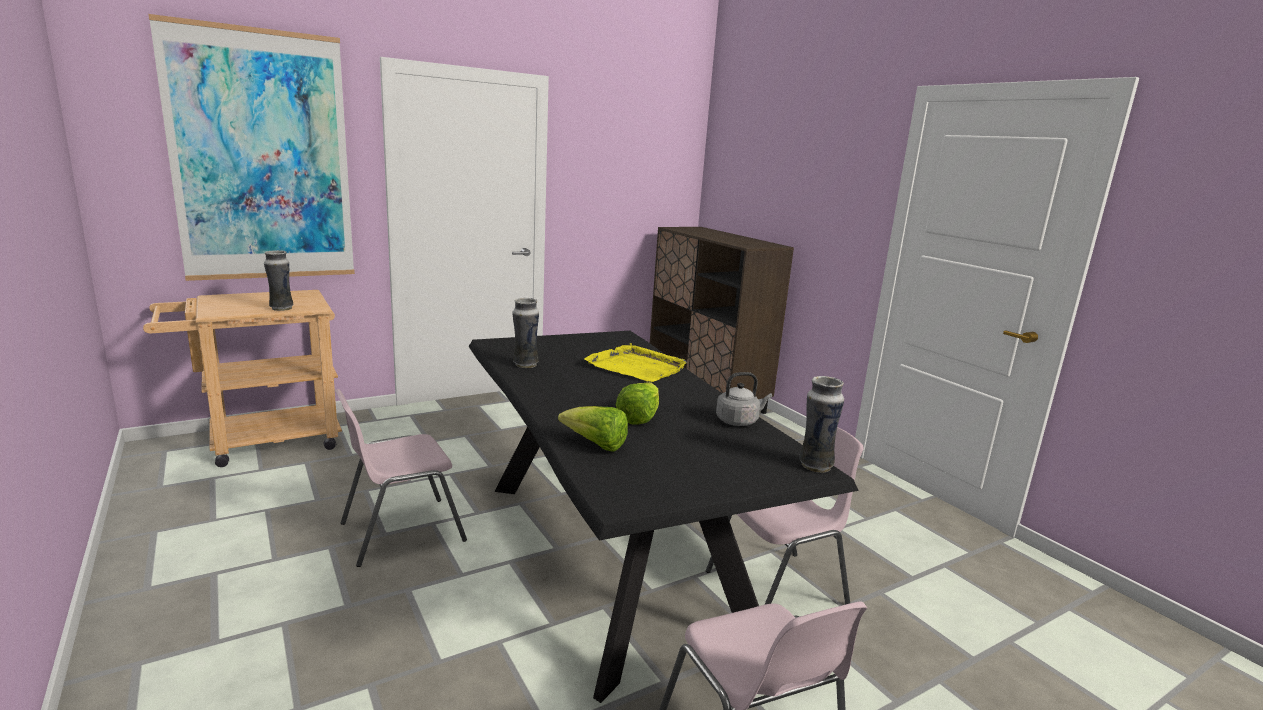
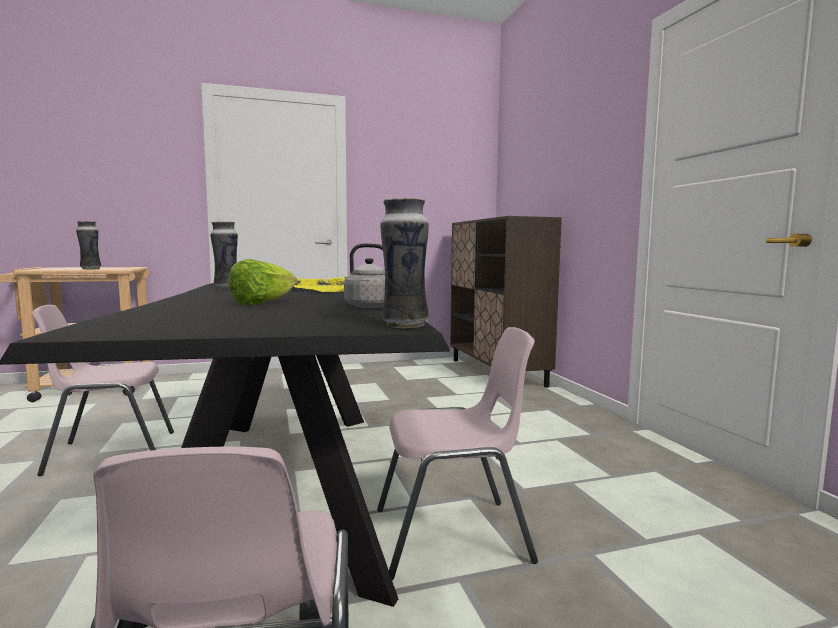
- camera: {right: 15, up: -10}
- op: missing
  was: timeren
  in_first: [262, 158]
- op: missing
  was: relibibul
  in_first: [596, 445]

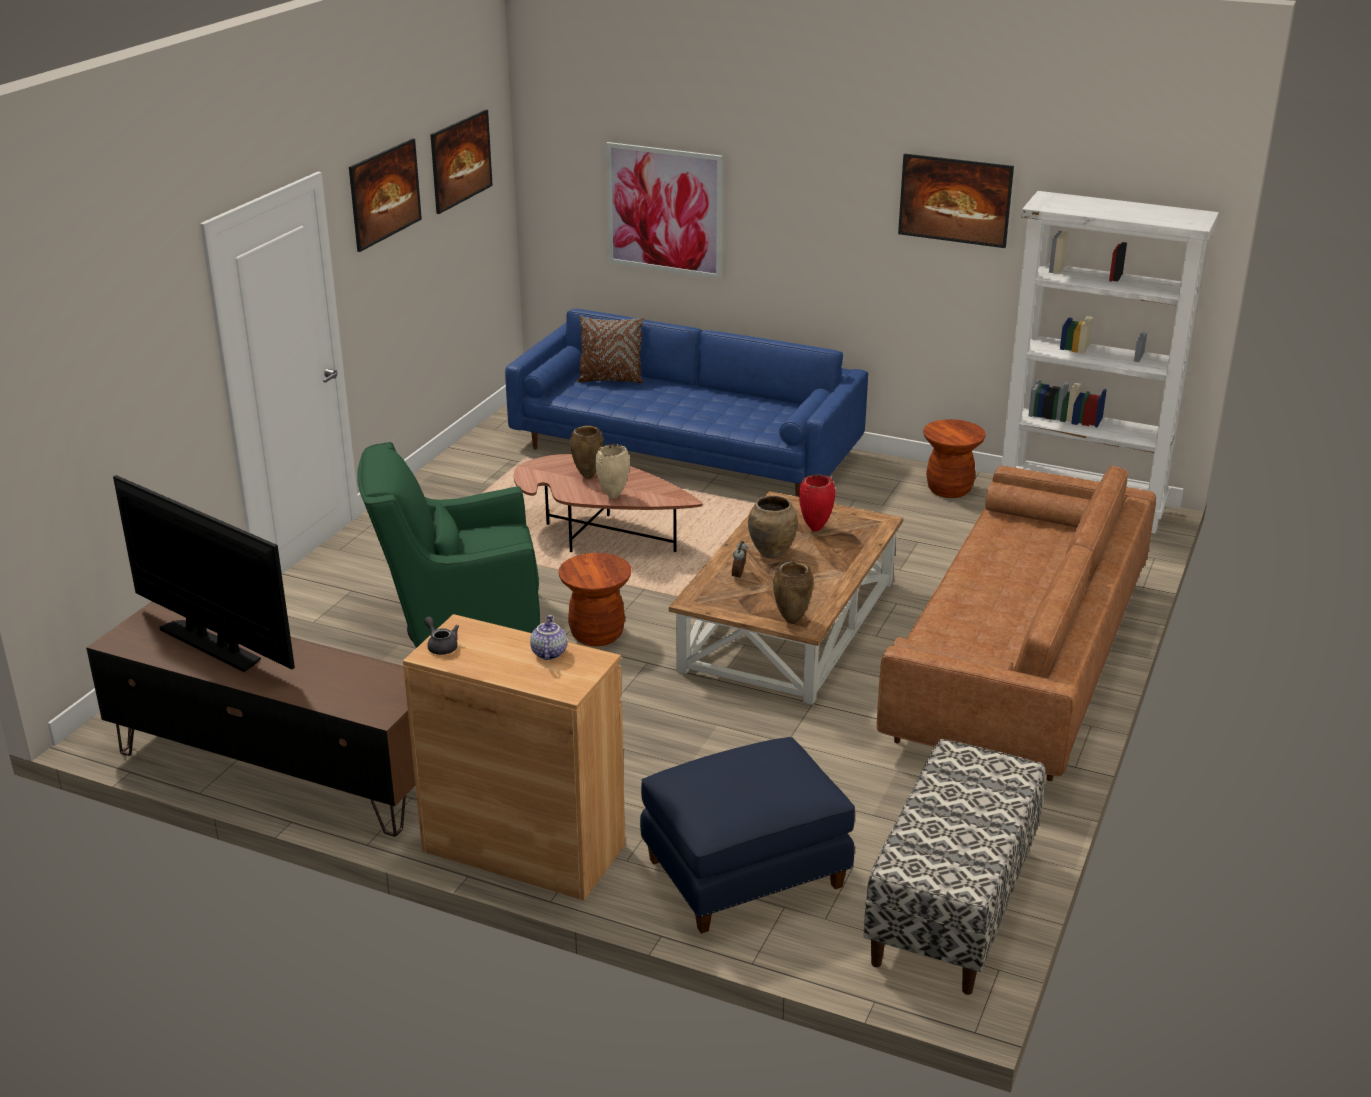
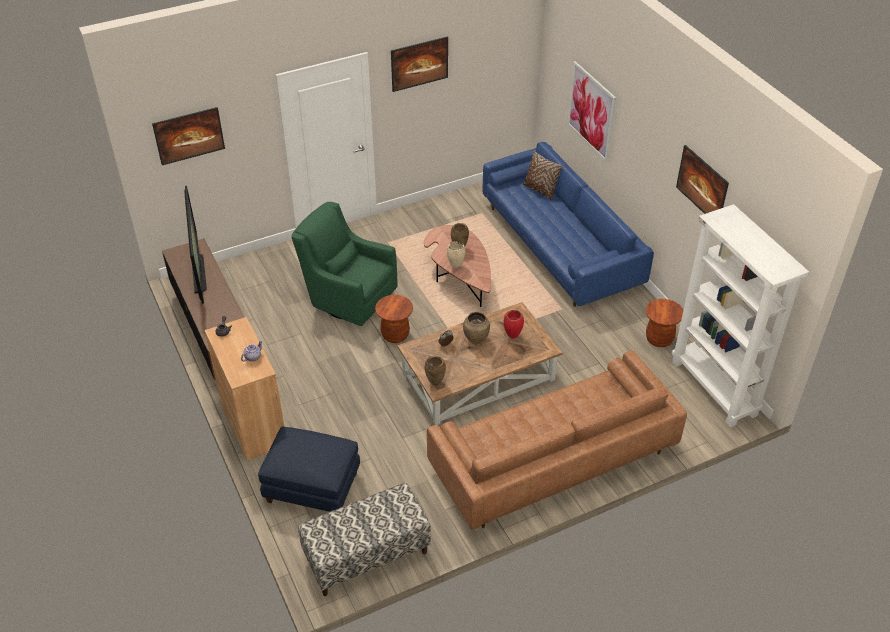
- camera: {right: 40, up: 15}
- op: relocated
  was: timeren
  in_first: [462, 180]
  in_second: [191, 146]

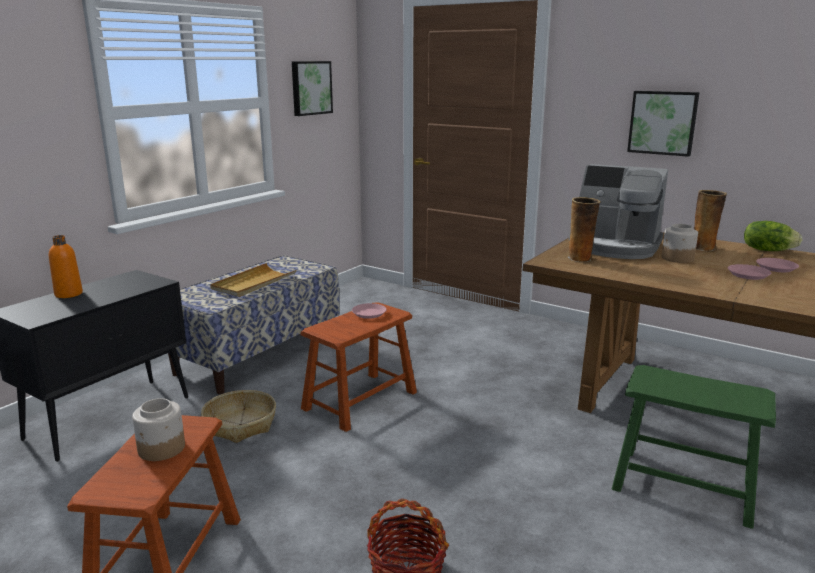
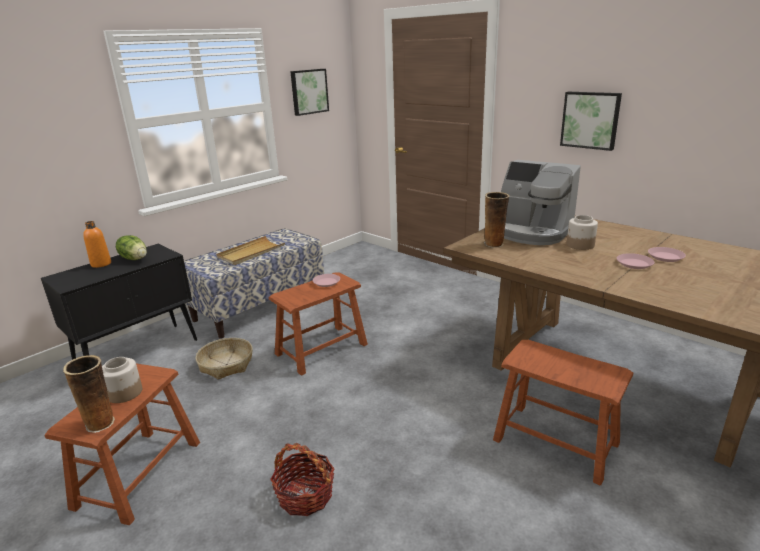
- camera: {right: 10, up: 5}
- op: relocated
  was: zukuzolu
  in_first: [704, 248]
  in_second: [101, 423]
- op: relocated
  was: relibibul
  in_first: [767, 250]
  in_second: [135, 258]
- op: colour
  was: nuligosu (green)
  now: nuligosu (brown)
  in_first: [683, 486]
  in_second: [555, 441]

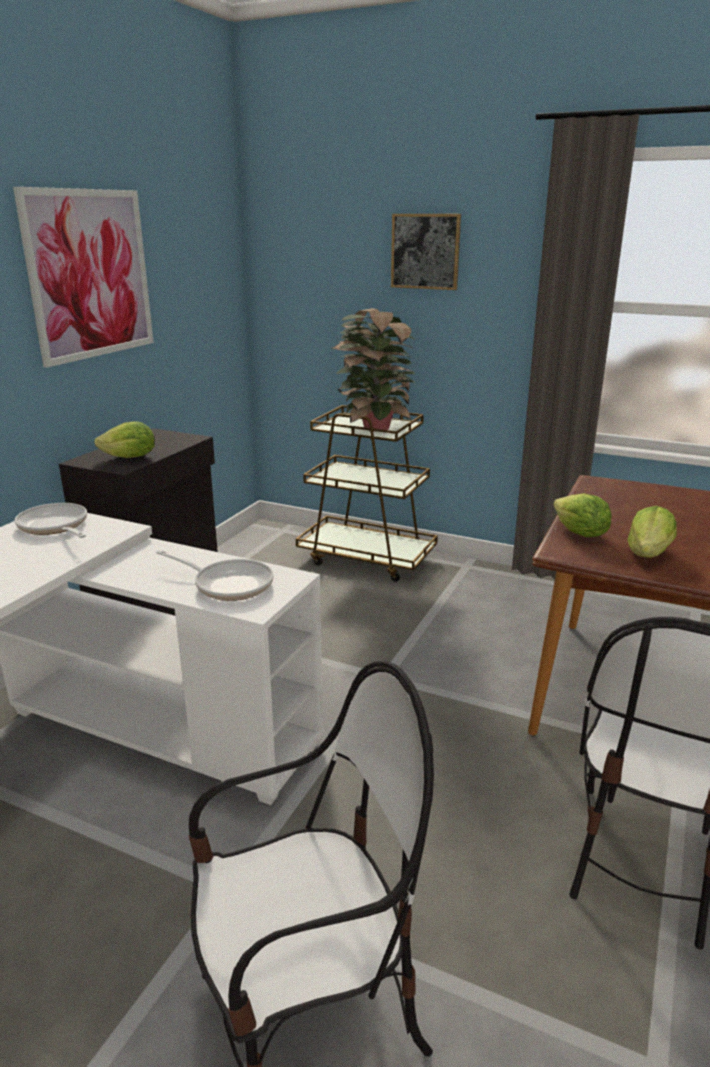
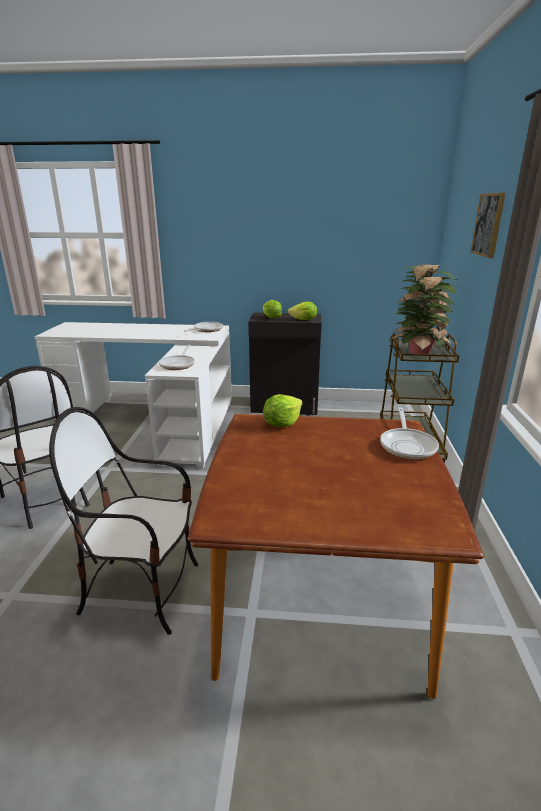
- camera: {right: 70, up: 0}
- op: missing
  was: timeren
  in_first: [90, 274]
- op: relocated
  was: relibibul
  in_first: [648, 553]
  in_second: [304, 320]
- op: appeared
  now: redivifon
  in_second: [407, 445]

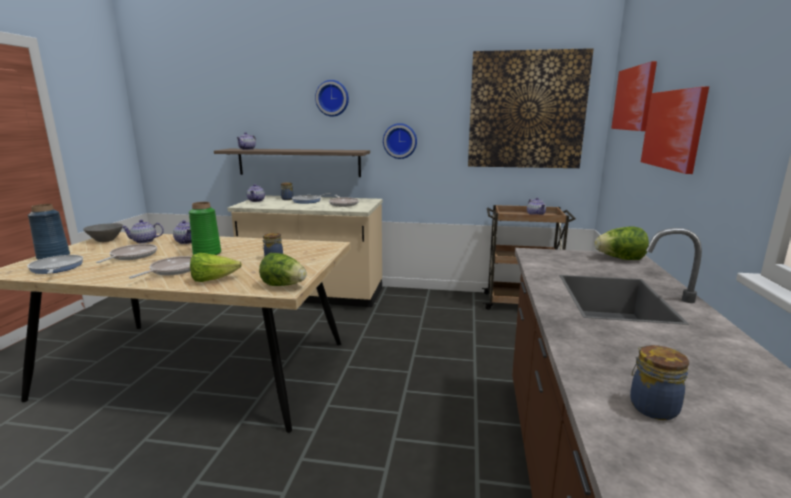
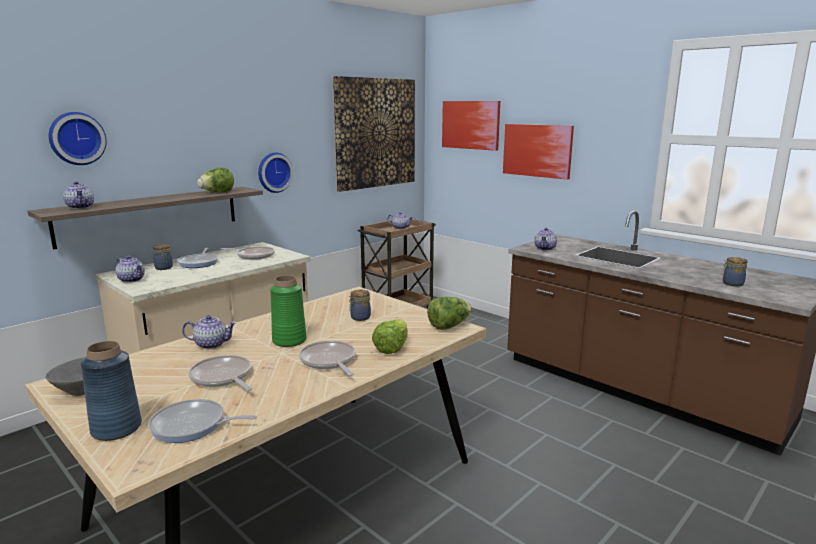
- camera: {right: -55, up: 0}
- op: relocated
  was: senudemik
  in_first: [332, 98]
  in_second: [76, 138]
- op: relocated
  was: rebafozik
  in_first: [144, 241]
  in_second: [545, 248]
- op: relocated
  was: relibibul
  in_first: [620, 259]
  in_second: [217, 192]

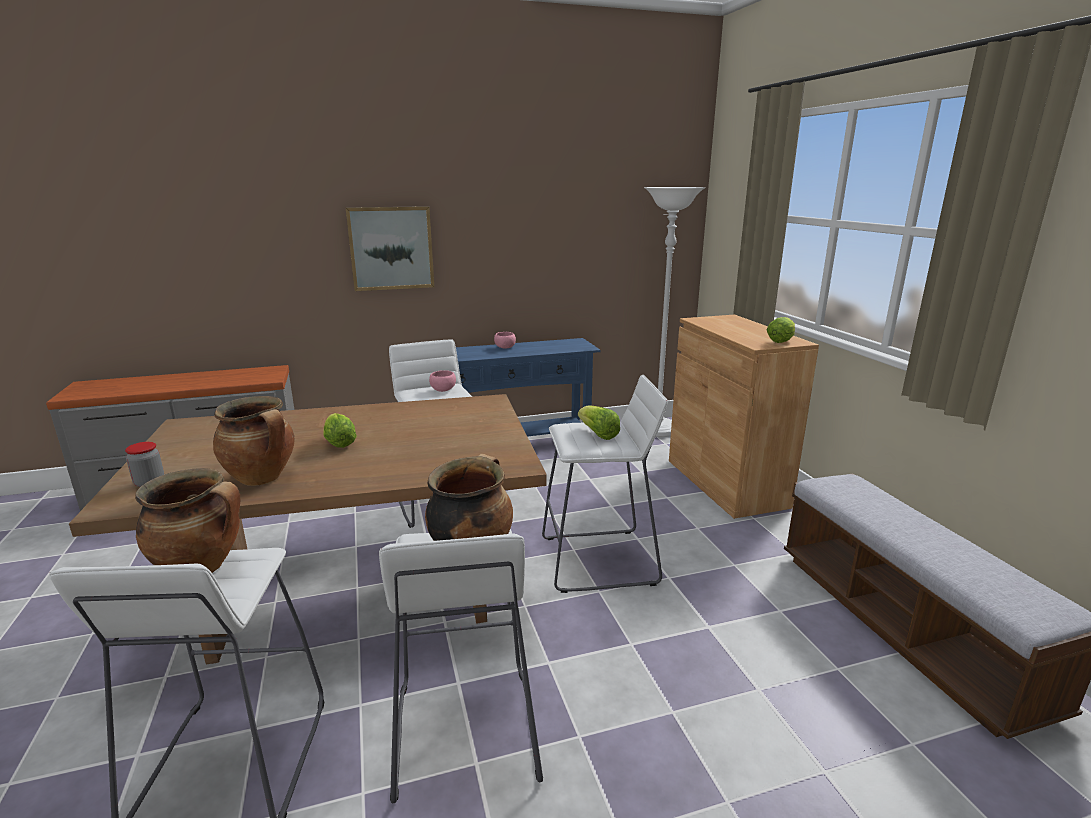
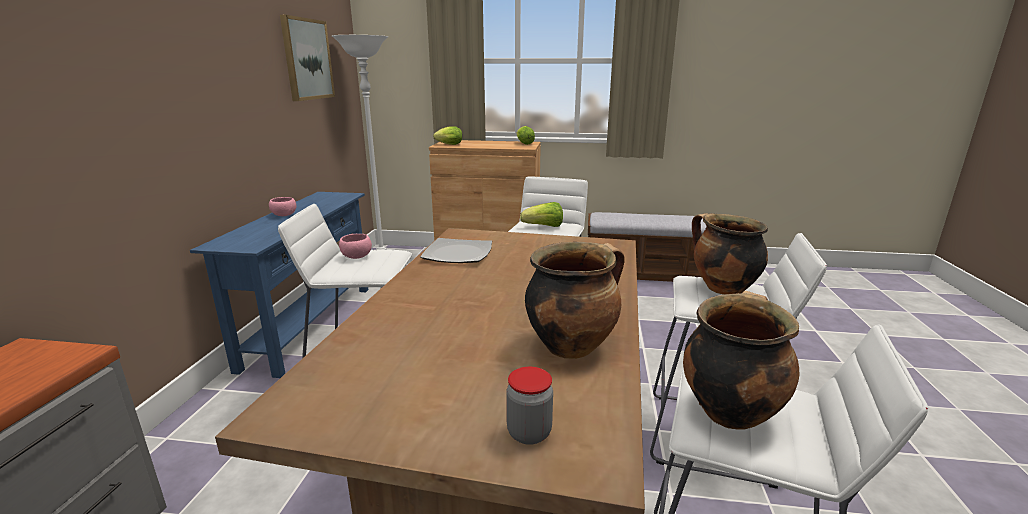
- camera: {right: -65, up: 0}
- op: relocated
  was: timeren
  in_first: [391, 248]
  in_second: [307, 59]
- op: relocated
  was: relibibul
  in_first: [339, 442]
  in_second: [448, 144]
- op: appeared
  now: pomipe
  in_second: [457, 253]

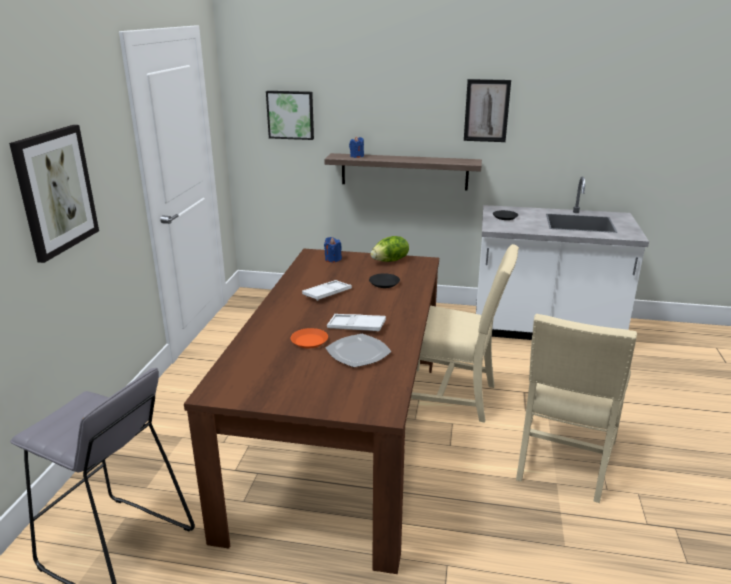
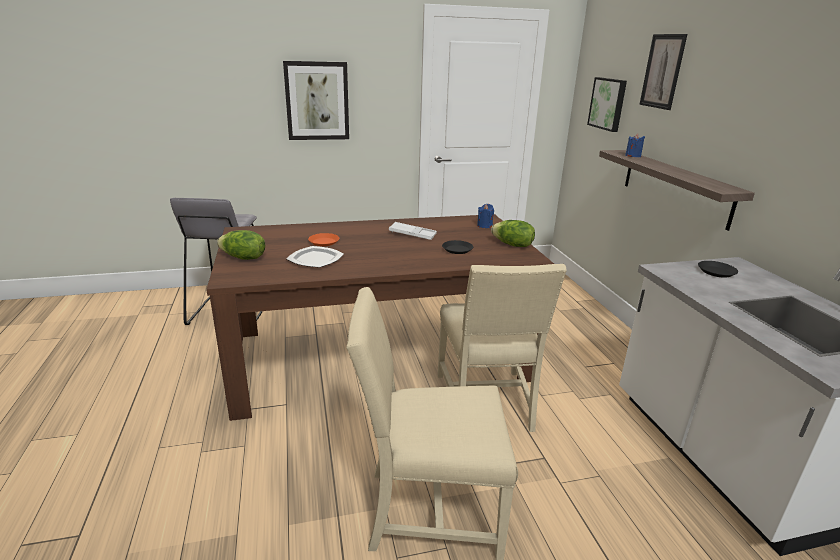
- camera: {right: 65, up: 0}
- op: relocated
  was: timeren
  in_first: [486, 110]
  in_second: [662, 71]
- op: missing
  was: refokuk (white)
  in_first: [356, 326]
- op: appeared
  now: relibibul
  in_second: [243, 258]

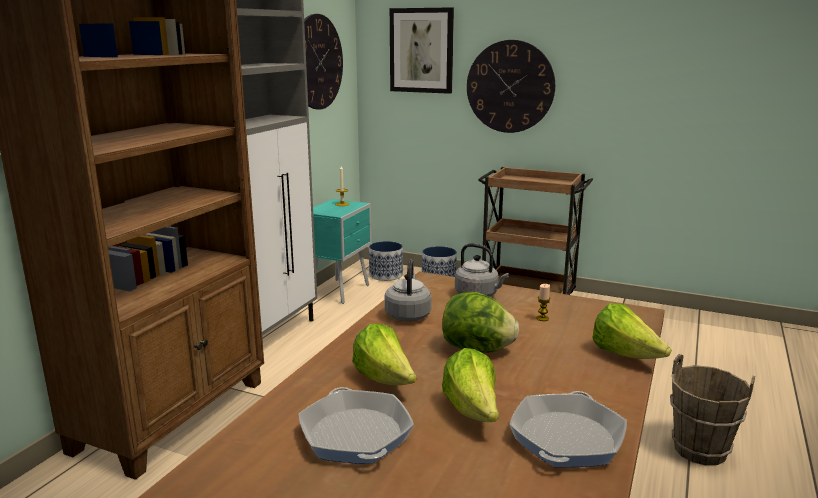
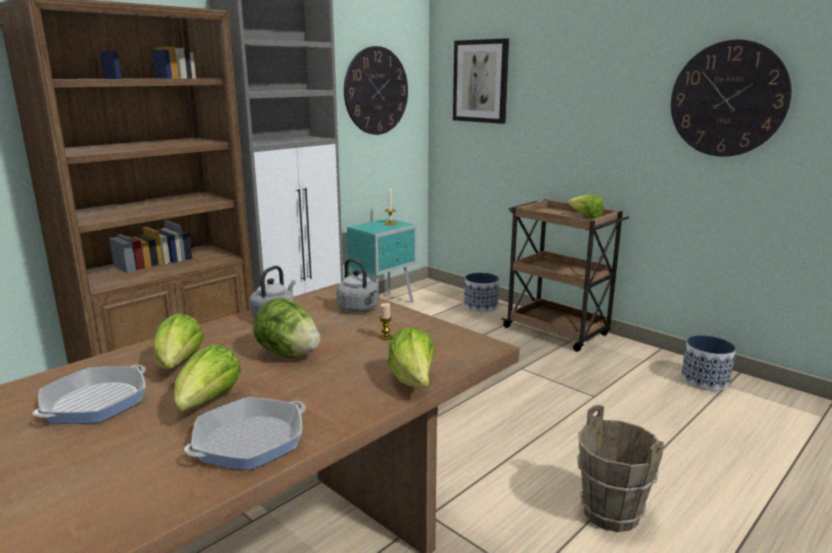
- camera: {right: 20, up: 0}
- op: relocated
  was: senudemik
  in_first: [510, 87]
  in_second: [728, 99]
- op: relocated
  was: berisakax
  in_first: [386, 275]
  in_second: [705, 380]
- op: spun
  was: redivifon
  in_first: [355, 434]
  in_second: [95, 402]
  clockwise: -150
- op: appeared
  now: relibibul
  in_second: [585, 217]

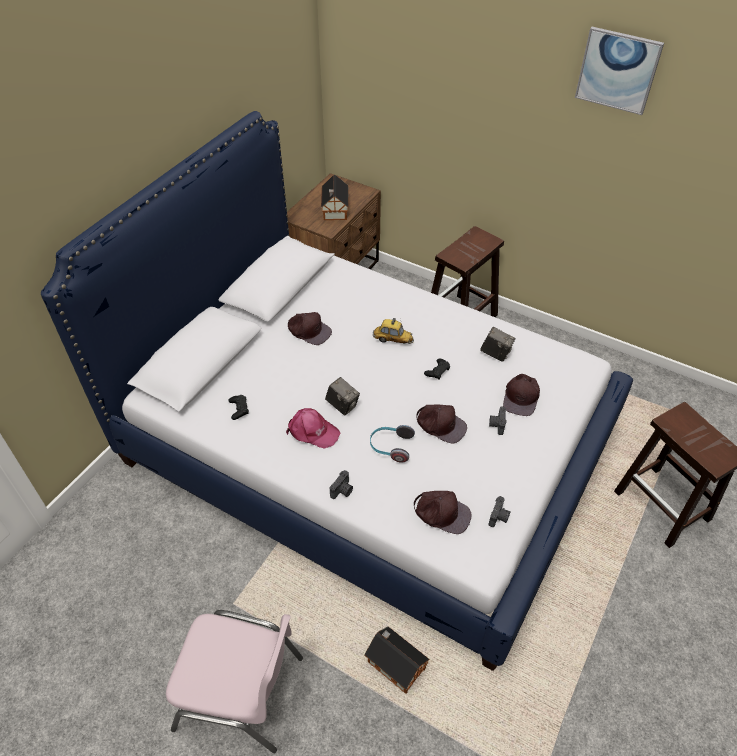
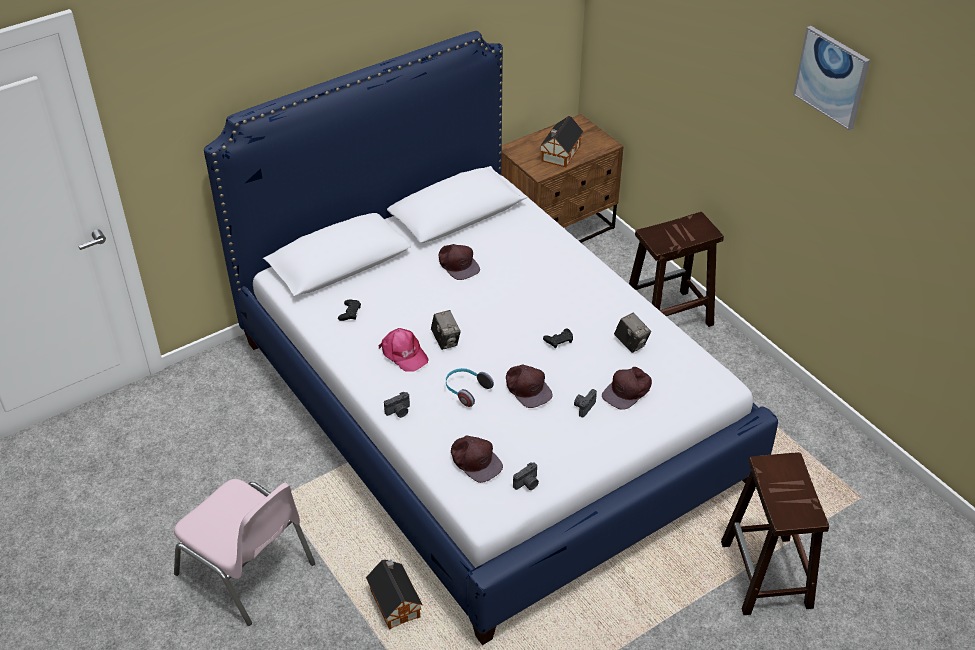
- camera: {right: 25, up: -5}
- op: missing
  was: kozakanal
  in_first: [393, 340]

